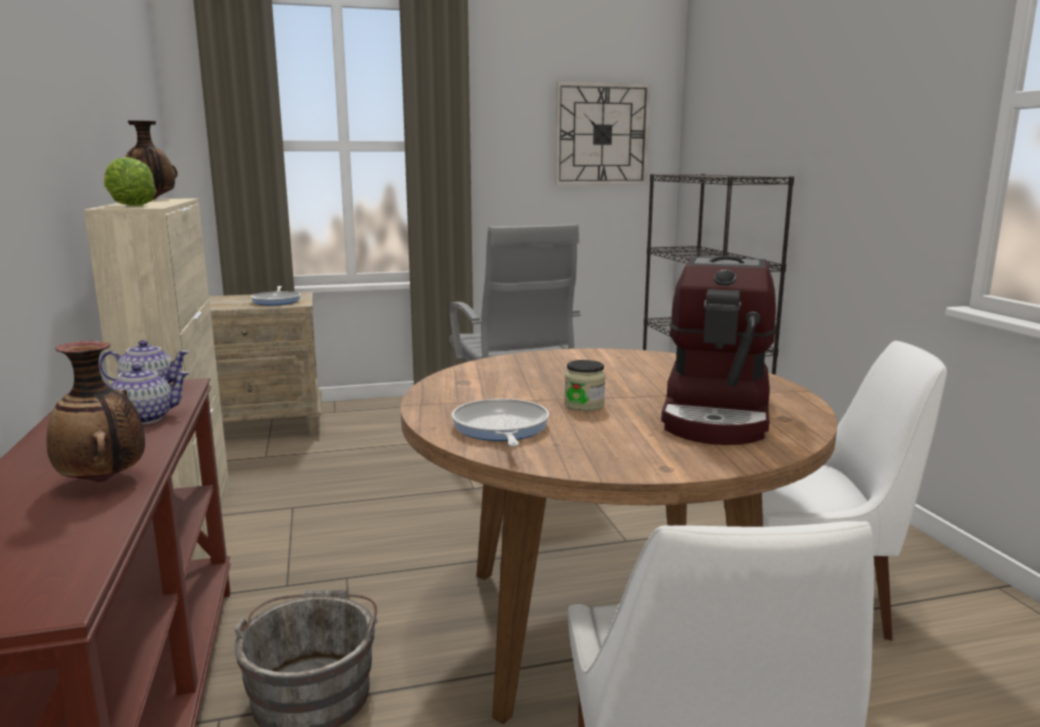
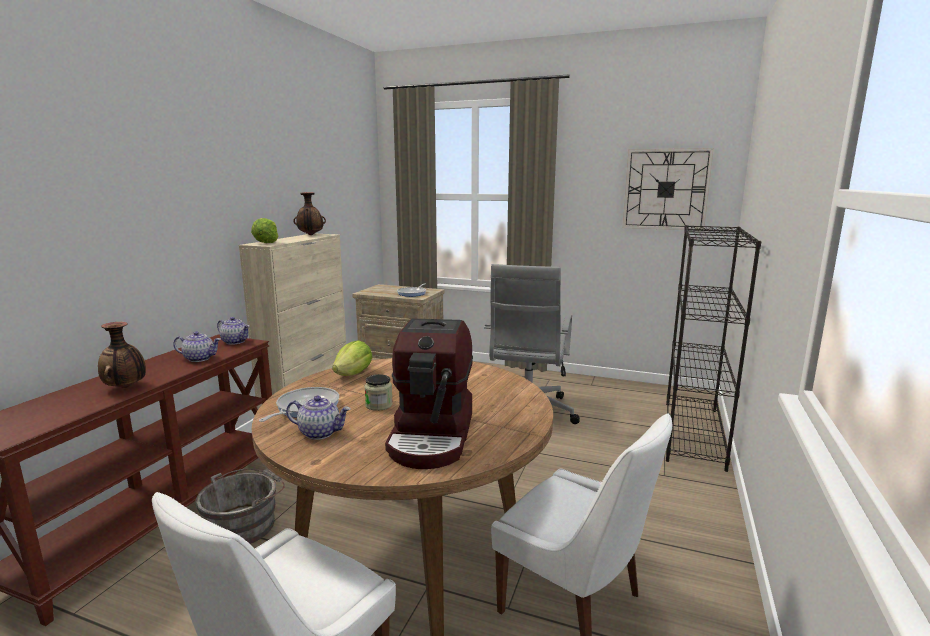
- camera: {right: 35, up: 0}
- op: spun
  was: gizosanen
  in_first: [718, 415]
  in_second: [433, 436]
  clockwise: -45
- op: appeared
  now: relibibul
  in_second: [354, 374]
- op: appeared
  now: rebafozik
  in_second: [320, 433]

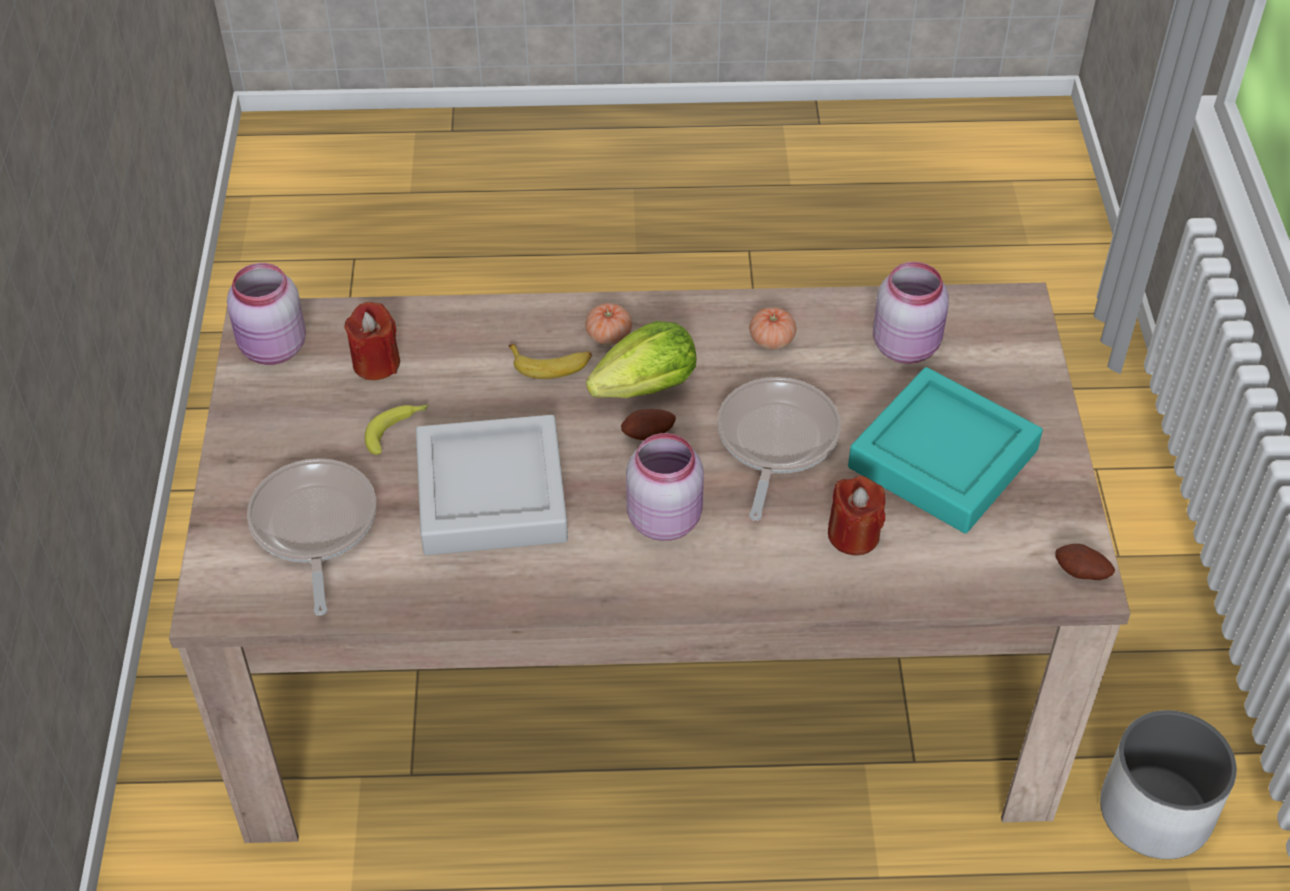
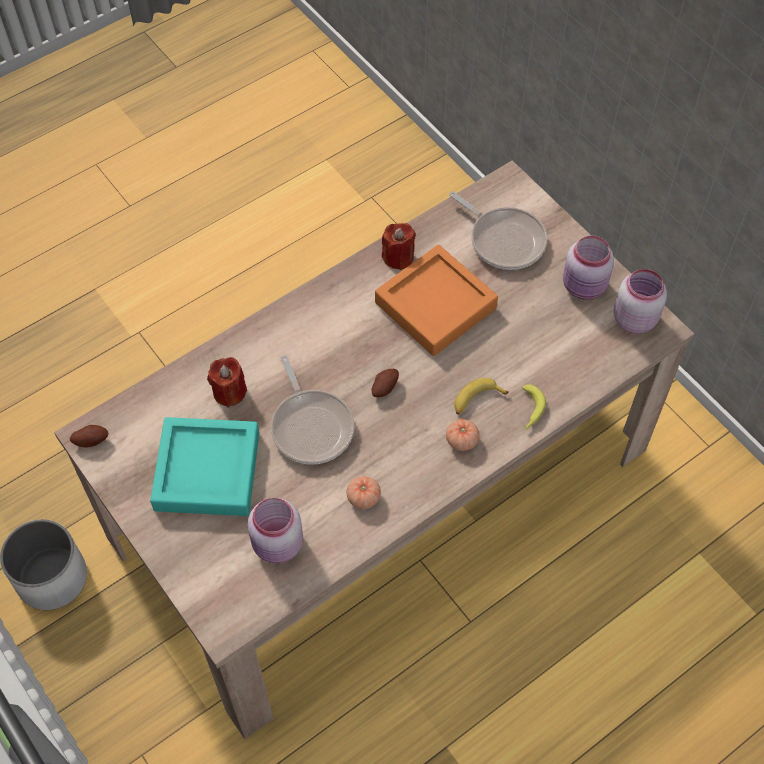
- camera: {right: 145, up: 10}
- op: relocated
  was: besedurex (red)
  in_first: [376, 363]
  in_second: [398, 257]
- op: missing
  was: relibibul
  in_first: [647, 387]
- op: relocated
  was: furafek
  in_first: [397, 430]
  in_second: [530, 411]
- op: colour
  was: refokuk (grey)
  now: refokuk (orange)
  in_first: [491, 494]
  in_second: [435, 305]
- op: relocated
  was: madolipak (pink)
  in_first: [664, 518]
  in_second: [584, 287]

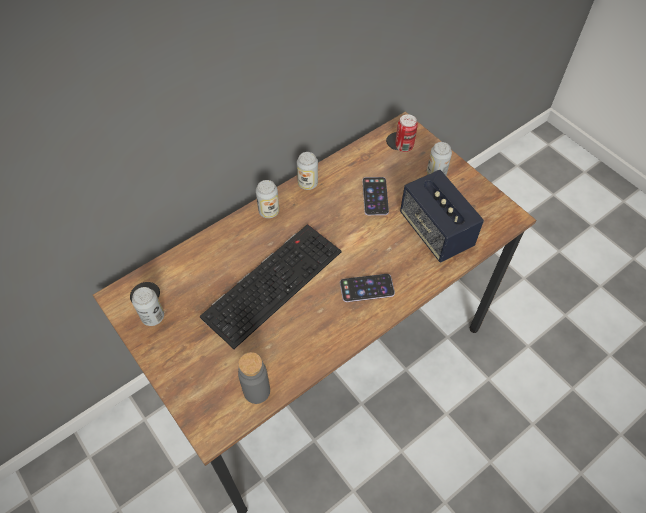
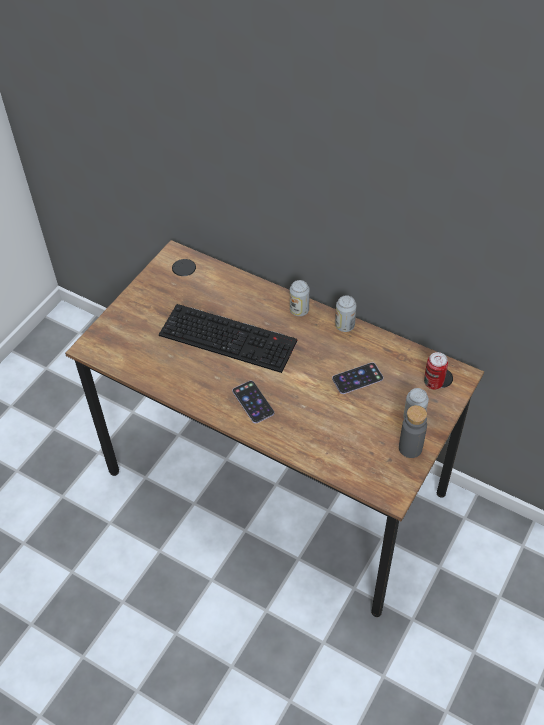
- camera: {right: 70, up: -5}
- op: missing
  was: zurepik
  in_first: [435, 231]
- op: missing
  was: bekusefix
  in_first: [153, 317]
- op: relocated
  was: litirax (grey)
  in_first: [256, 391]
  in_second: [410, 448]

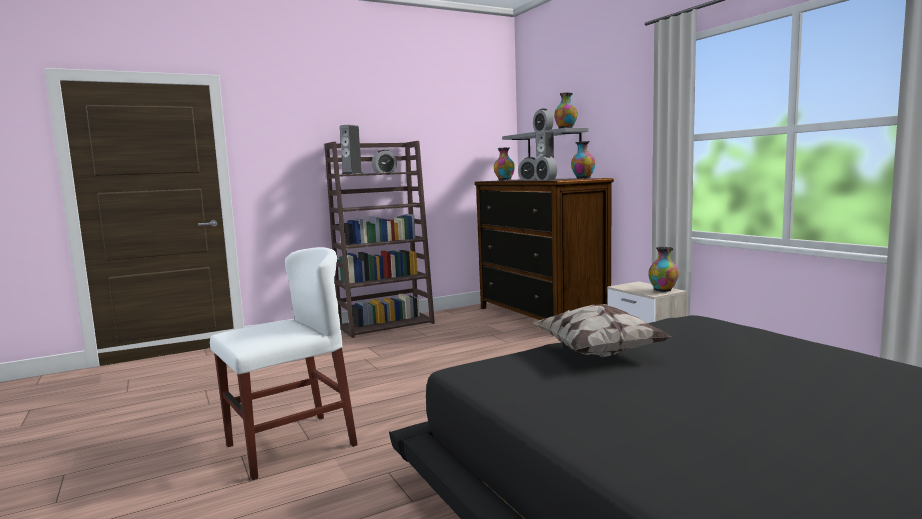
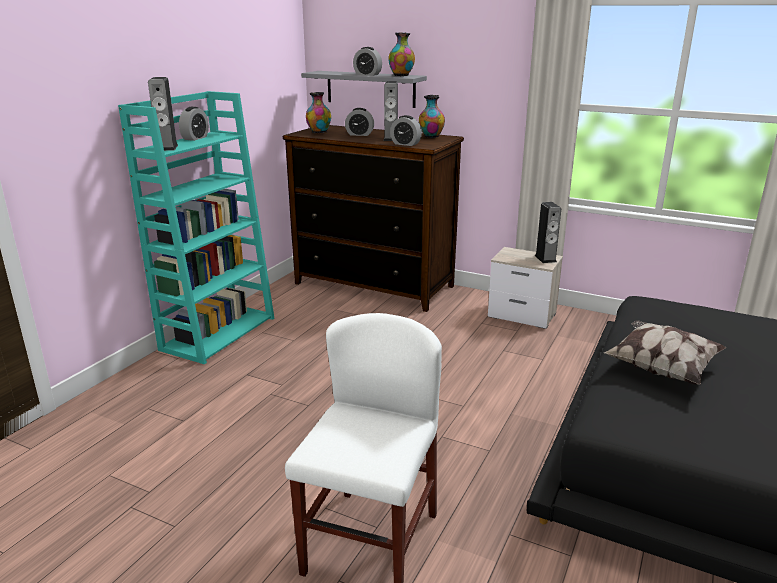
- camera: {right: -35, up: 15}
- op: colour
  was: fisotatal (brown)
  now: fisotatal (turquoise)
  in_first: [386, 325]
  in_second: [219, 333]
- op: exchanged
  was: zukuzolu
  now: zurepik
  in_first: [663, 290]
  in_second: [545, 258]

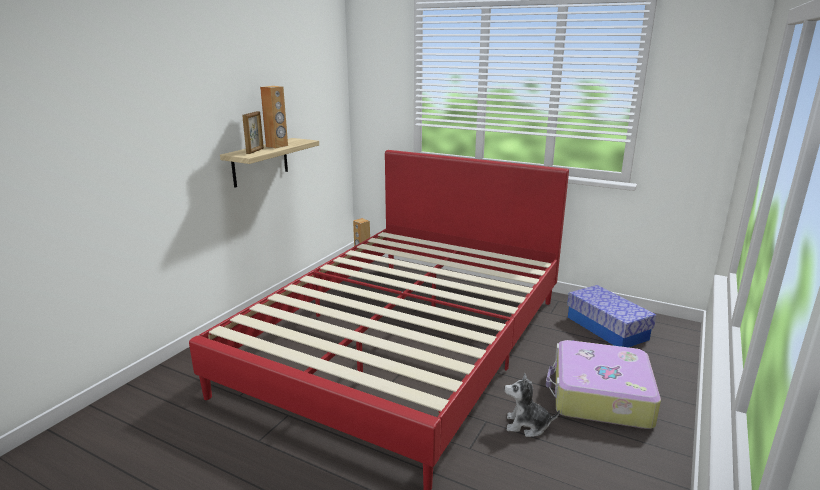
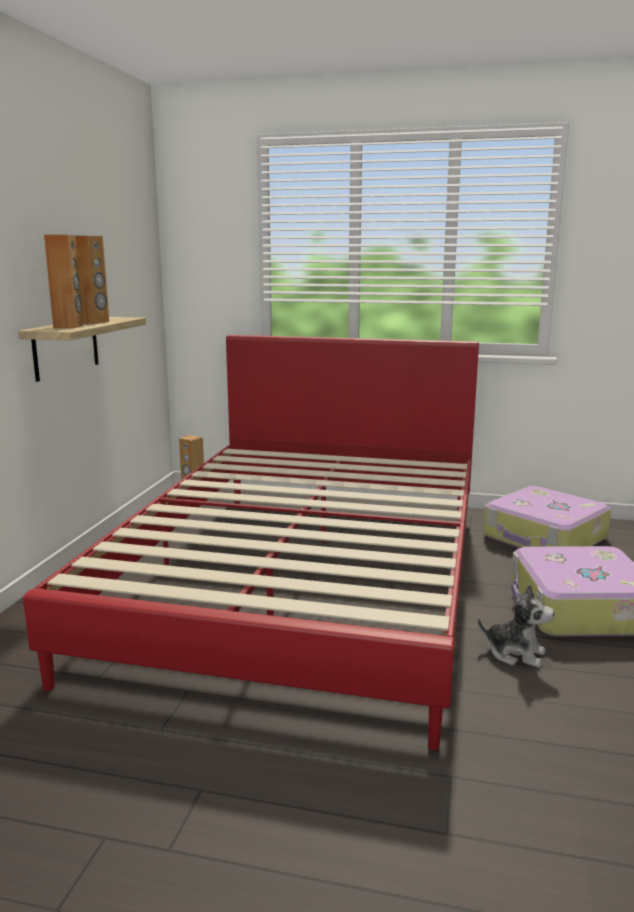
- camera: {right: -15, up: -5}
- op: exchanged
  was: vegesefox
  now: zurepik (brown)
  in_first: [255, 151]
  in_second: [69, 326]
- op: exchanged
  was: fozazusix
  now: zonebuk
  in_first: [607, 328]
  in_second: [544, 538]
- op: spun
  was: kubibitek
  in_first: [527, 425]
  in_second: [515, 653]
  clockwise: -150

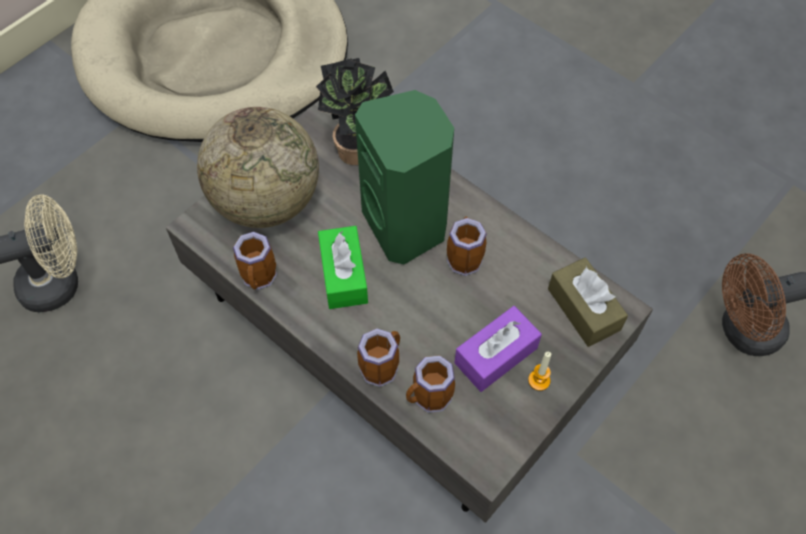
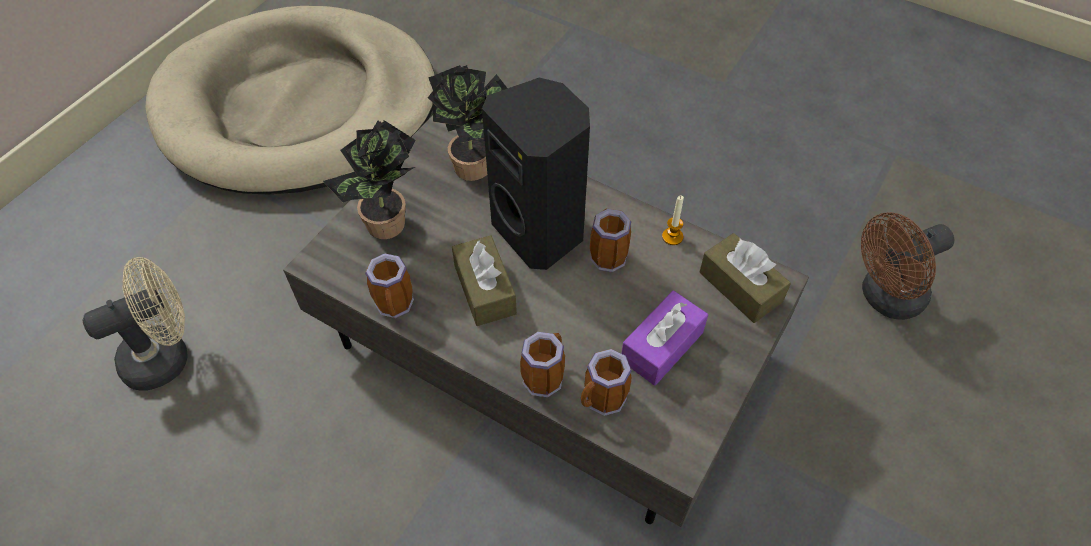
- camera: {right: -10, up: -5}
- op: colour
  was: zurepik (green)
  now: zurepik (black)
  in_first: [407, 225]
  in_second: [541, 231]
- op: exchanged
  was: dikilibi
  now: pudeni
  in_first: [266, 201]
  in_second: [388, 228]
- op: colour
  was: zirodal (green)
  now: zirodal (brown)
  in_first: [343, 275]
  in_second: [485, 289]
- op: relocated
  was: besedurex
  in_first: [539, 380]
  in_second: [672, 237]

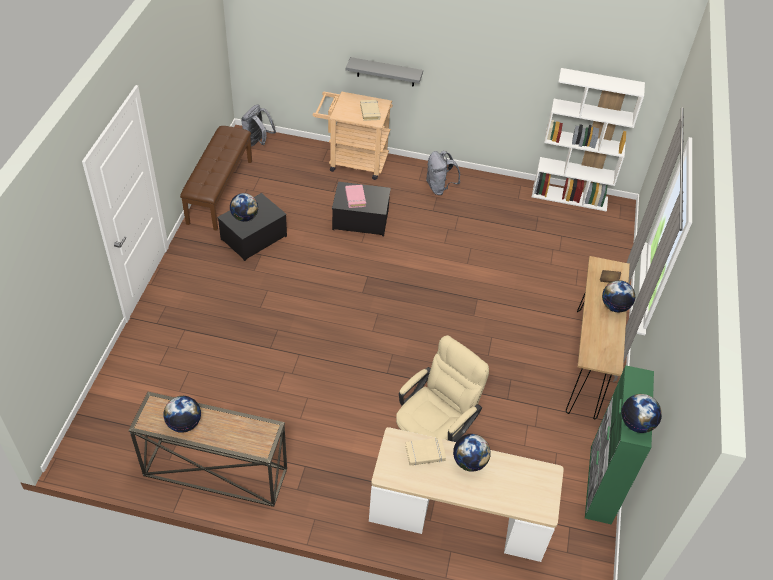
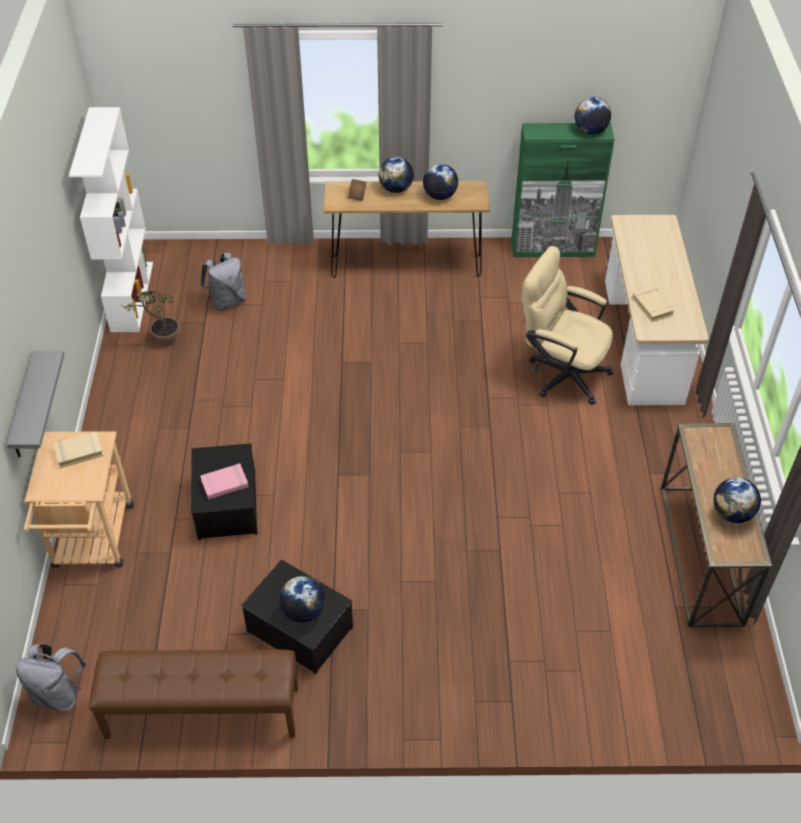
- camera: {right: -100, up: 0}
- op: relocated
  was: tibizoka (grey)
  in_first: [439, 188]
  in_second: [227, 301]
- op: relocated
  was: dikilibi
  in_first: [469, 462]
  in_second: [440, 196]
- op: appeared
  now: pudeni
  in_second: [161, 343]

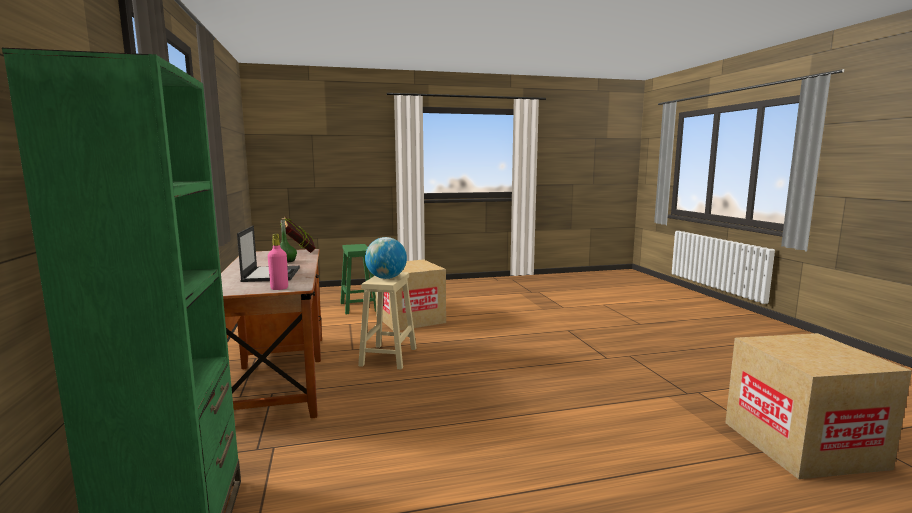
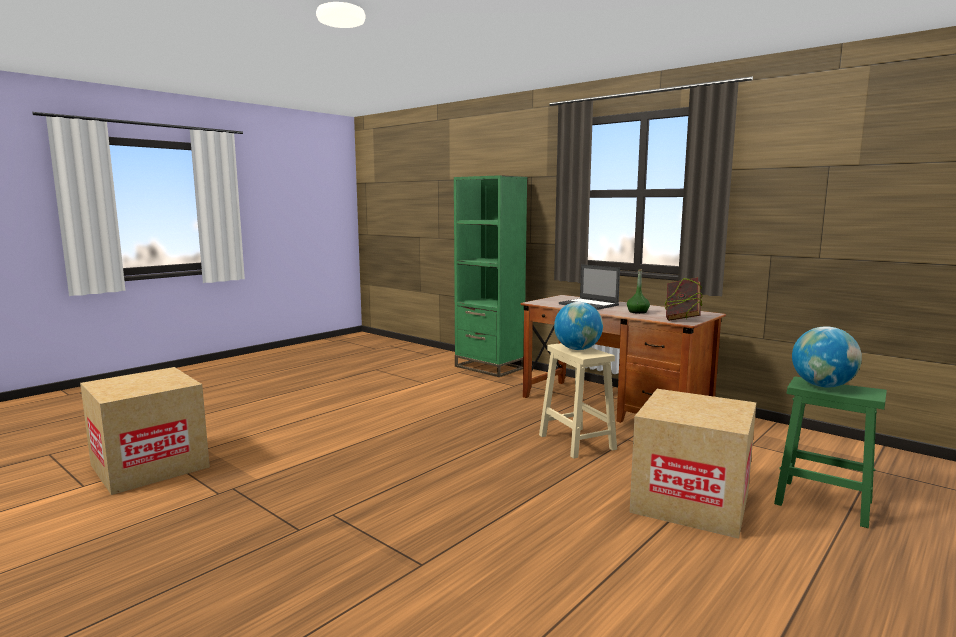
- camera: {right: 145, up: 0}
- op: missing
  was: litirax (pink)
  in_first: [279, 288]
- op: appeared
  now: dikilibi
  in_second: [822, 386]

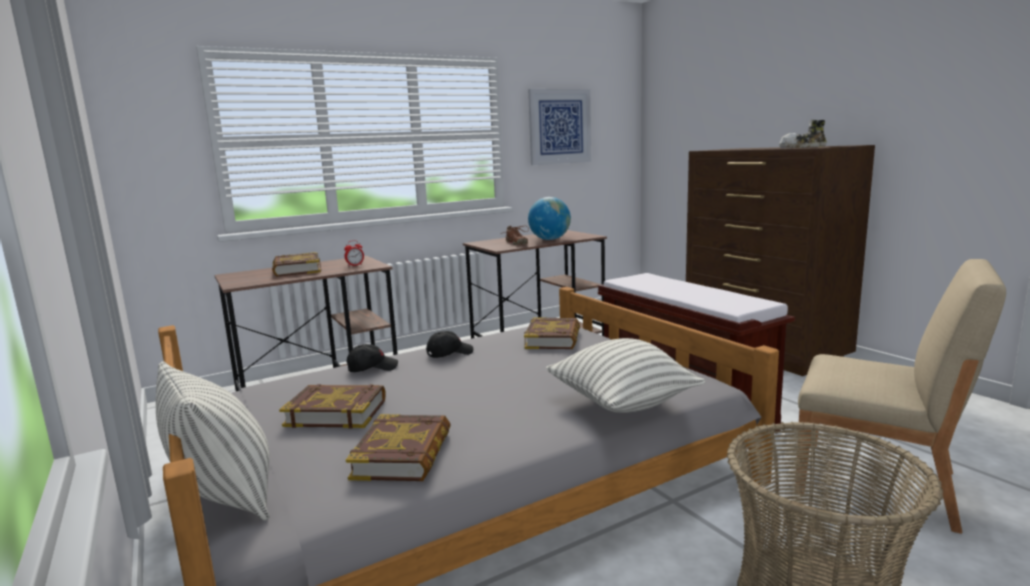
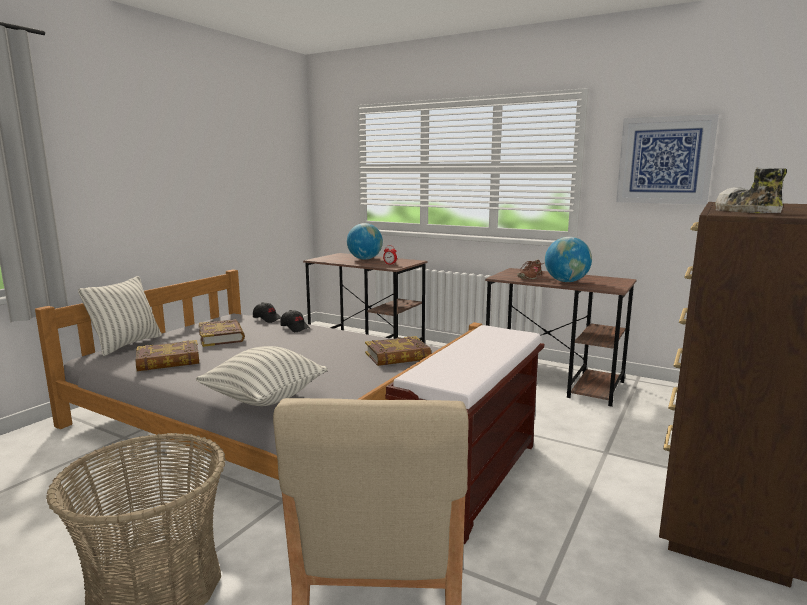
- camera: {right: 60, up: 0}
- op: exchanged
  was: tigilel
  now: dikilibi
  in_first: [296, 269]
  in_second: [365, 259]
- op: relocated
  was: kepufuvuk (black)
  in_first: [449, 353]
  in_second: [268, 319]

